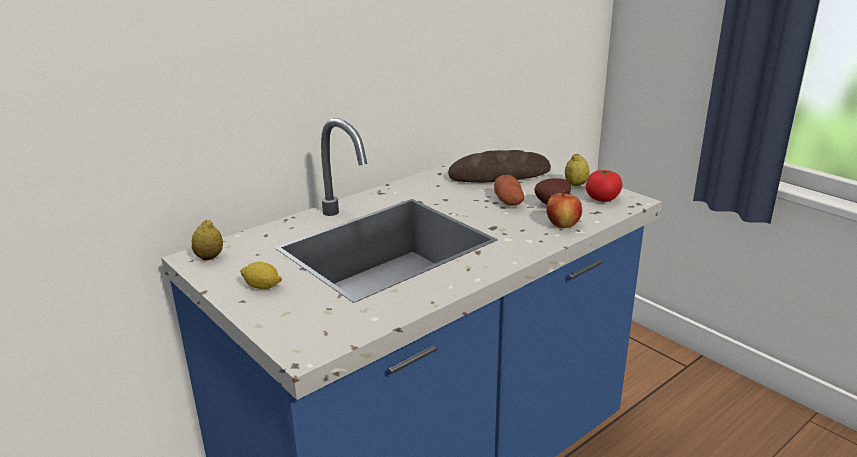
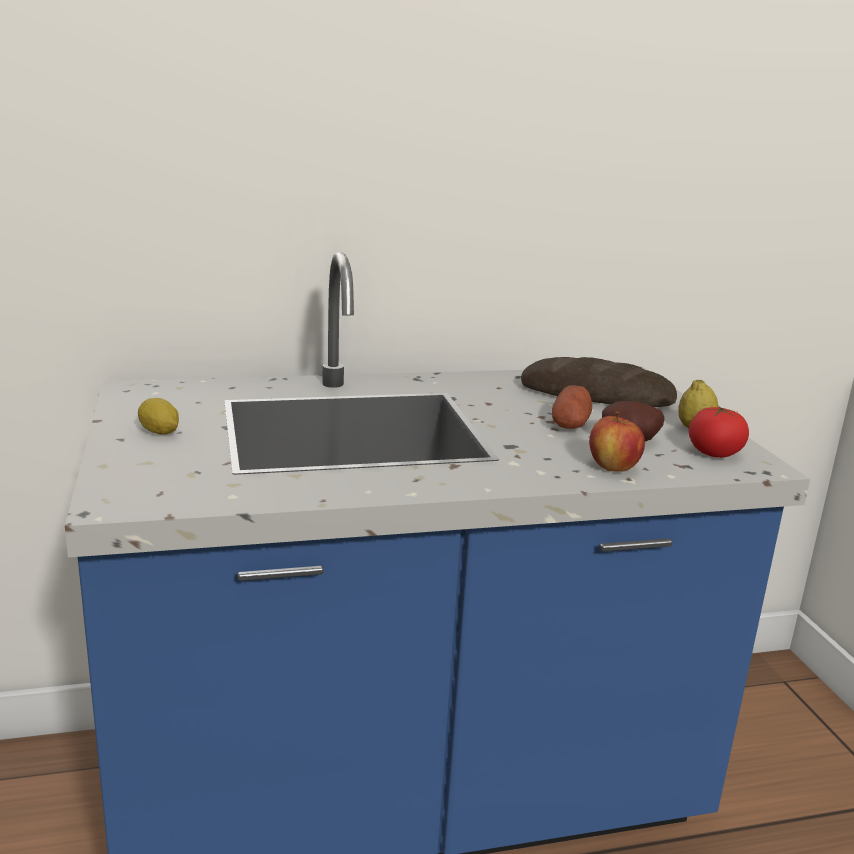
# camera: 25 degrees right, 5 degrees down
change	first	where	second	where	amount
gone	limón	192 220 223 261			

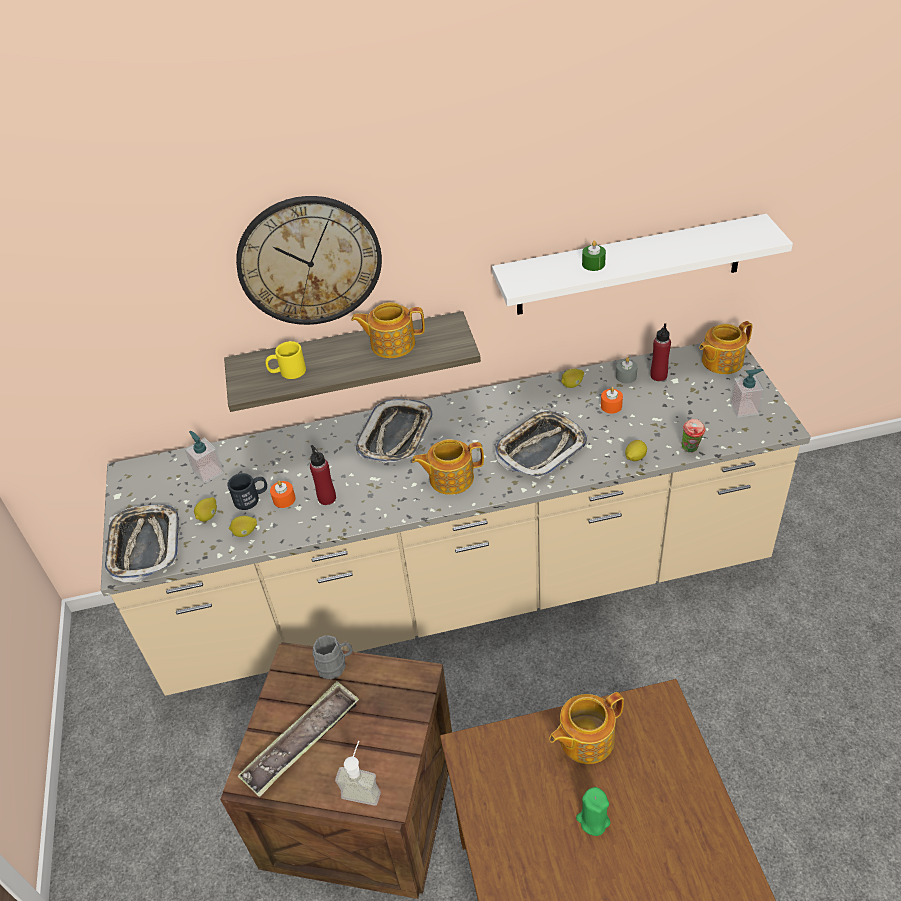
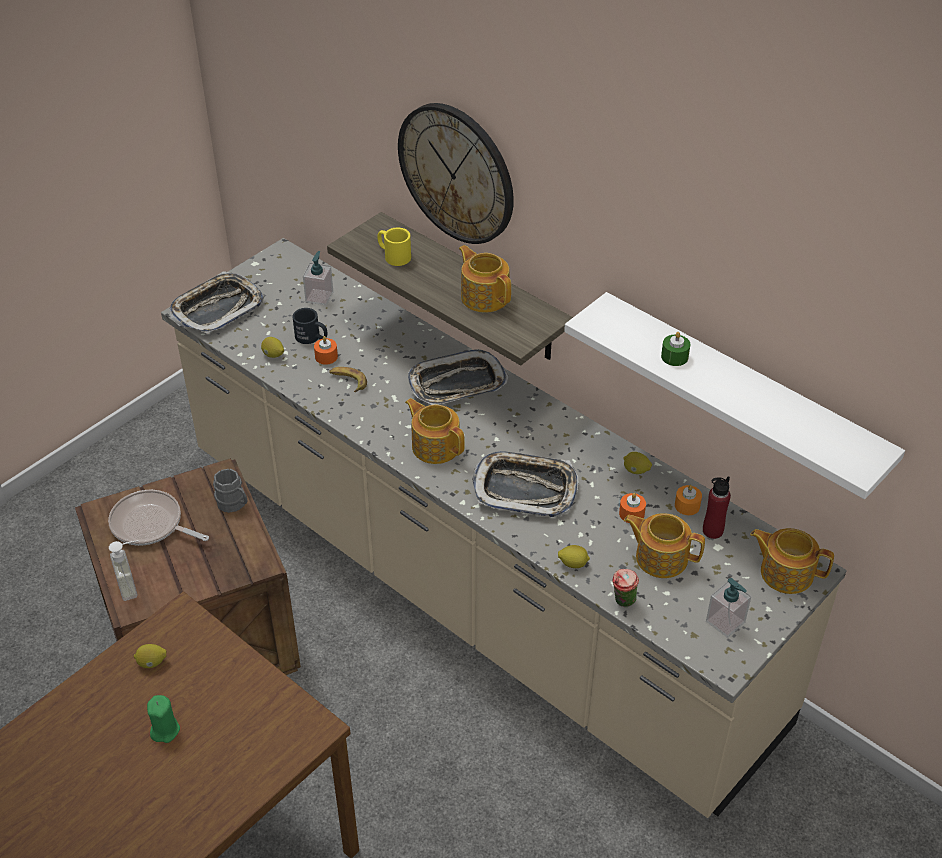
# camera: 50 degrees right, 0 degrees up
change	first	where	second	where	amount
swapped	bandeja	238 681 359 797	sartén	108 490 209 546	
shifted	limón	194 497 217 522		134 644 166 668	
swapped	botella [rojo]	310 445 336 505	plátano	329 367 367 392	
shifted	tetera	549 692 624 764		624 513 705 578	
repainted	vela [gris]	616 357 638 383	vela [naranja]	675 485 702 515	

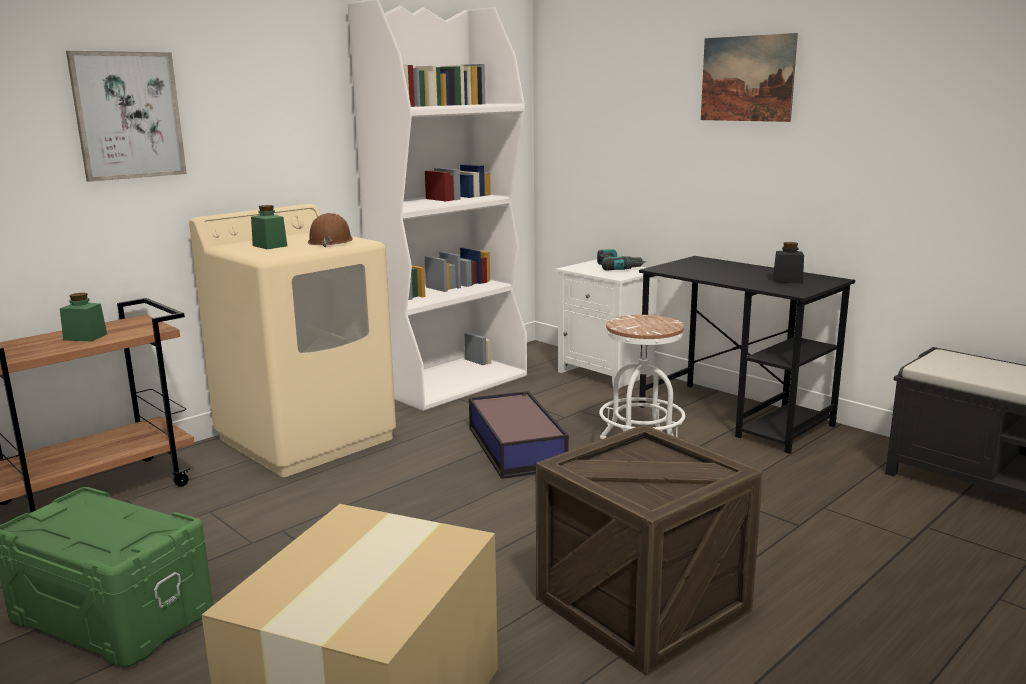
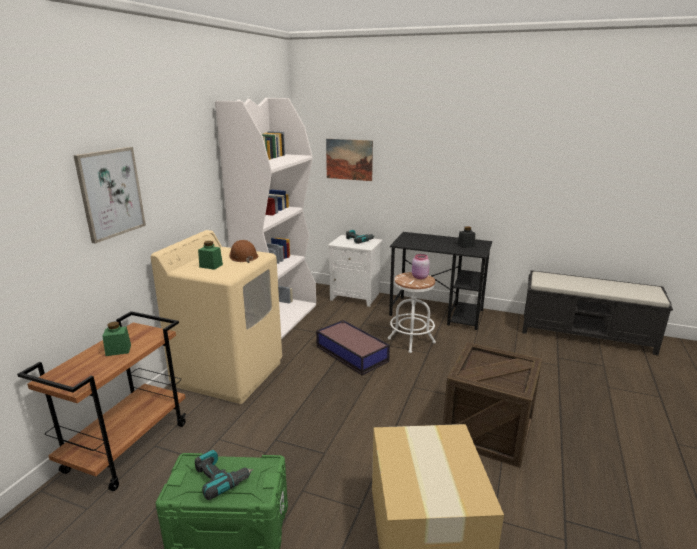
# camera: 25 degrees left, 5 degrees up
change	first	where	second	where	amount
new			taladro	195 450 253 500	
shifted	cuadro	701 33 798 122		326 139 373 181	
new			tarro [rosa]	412 254 430 279	

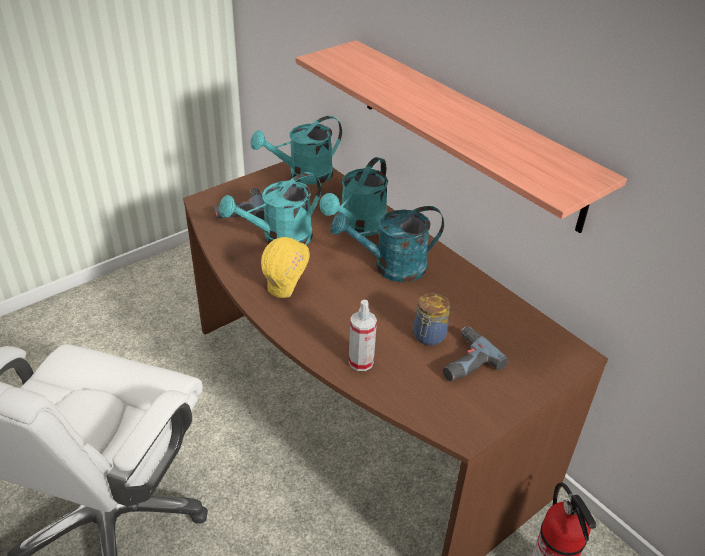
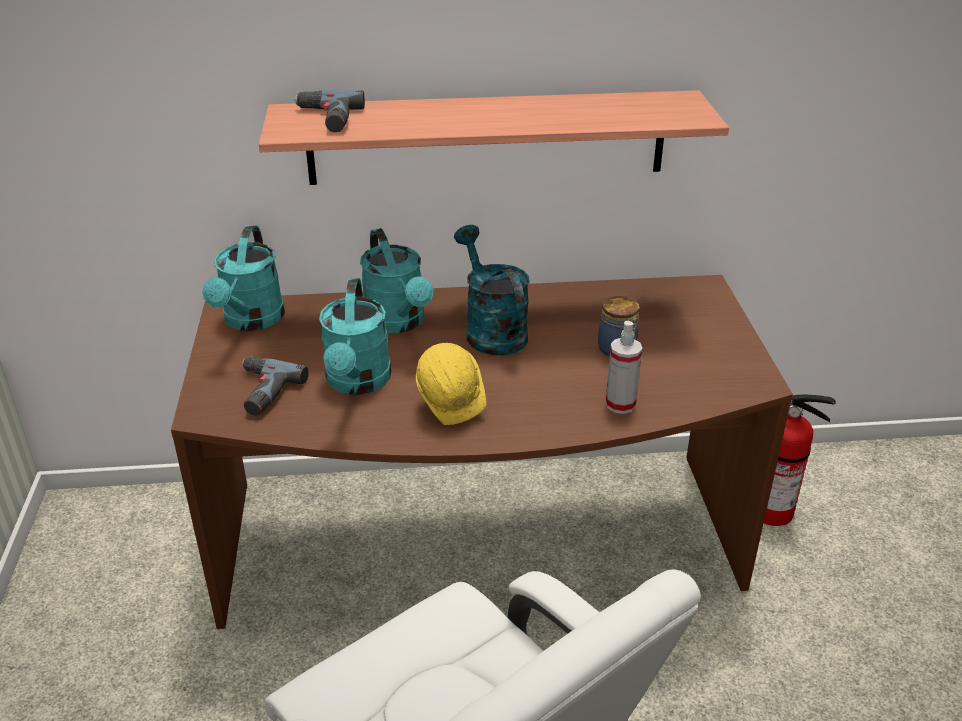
# camera: 55 degrees left, 5 degrees down
change	first	where	second	where	amount
shifted	taladro	443 327 509 382		294 90 365 132	
rotated	regadera [turquesa]	331 206 444 282		454 225 530 355	135 degrees clockwise

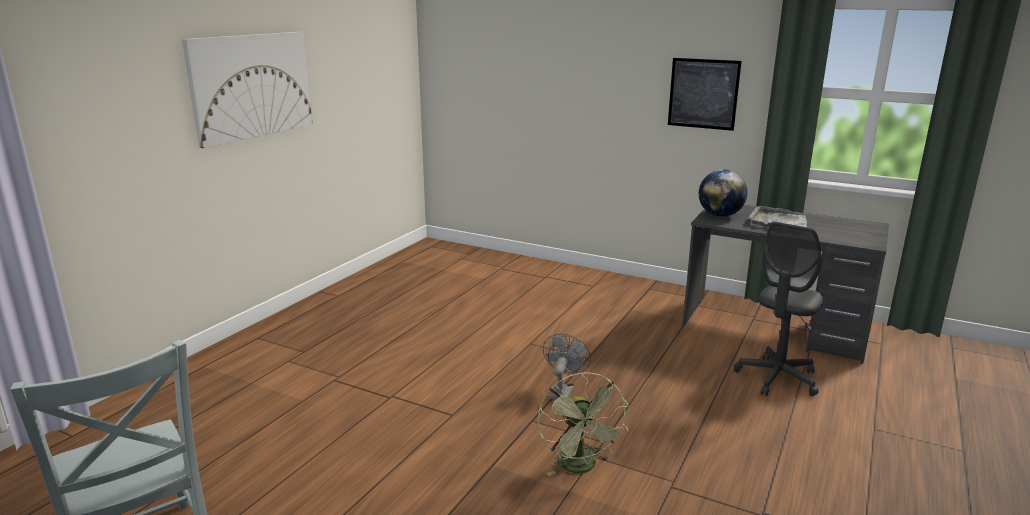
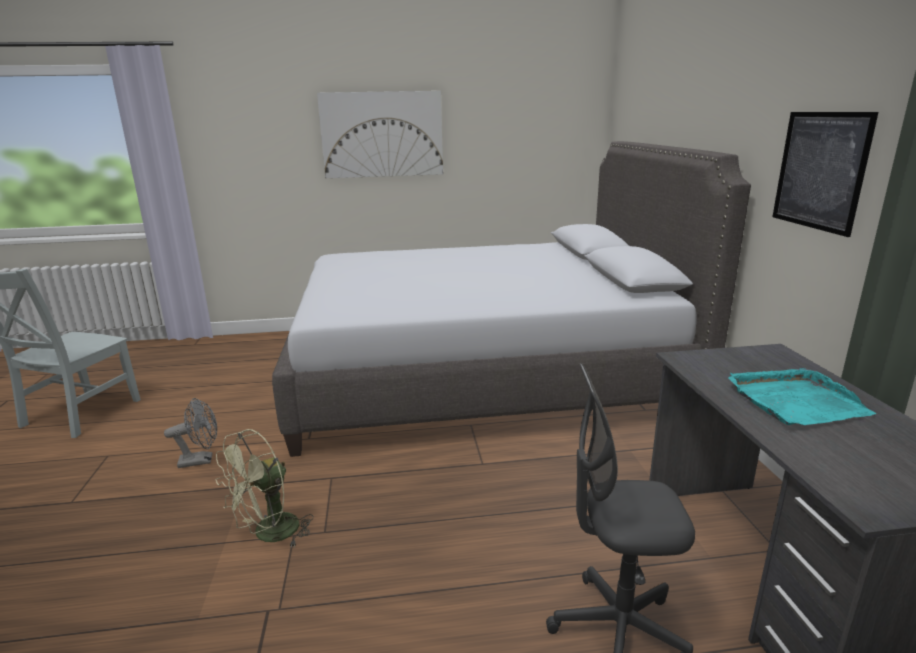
# camera: 55 degrees right, 0 degrees up
change	first	where	second	where	amount
shifted	ventilador [gris]	543 333 591 400		164 398 217 468	
new			cama [gris]	272 141 751 457	
repainted	bandeja [gris]	748 206 807 227	bandeja [turquesa]	728 368 876 425	
gone	globo terráqueo	699 169 748 217			

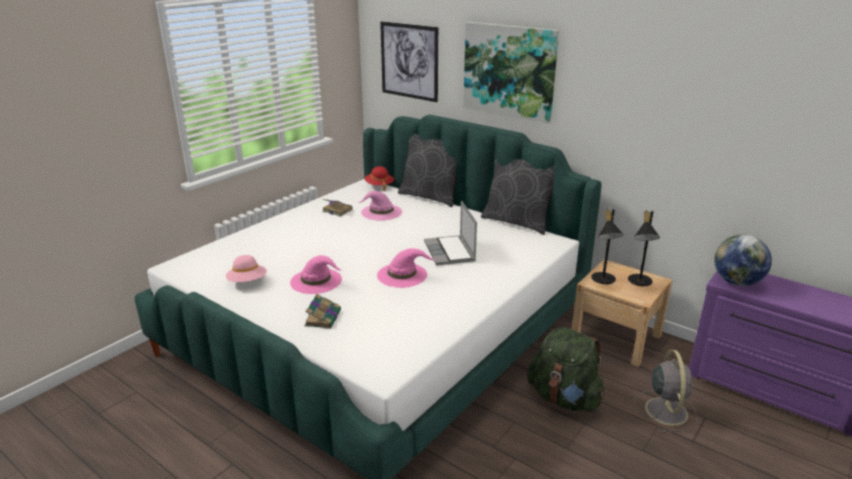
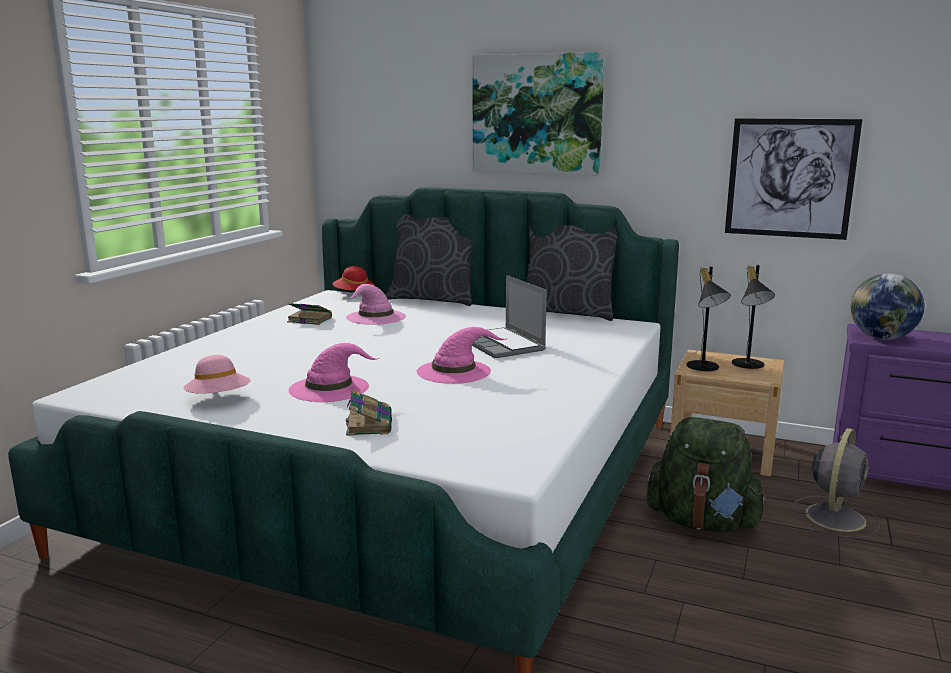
# camera: 15 degrees left, 10 degrees down
change	first	where	second	where	amount
shifted	cuadro	380 21 438 102		725 118 862 240	
rotated	ventilador [gris]	634 350 698 433		794 428 880 538	45 degrees clockwise

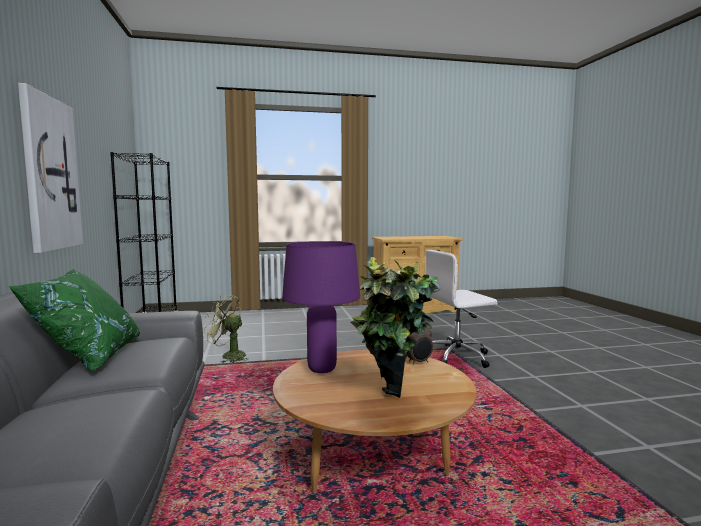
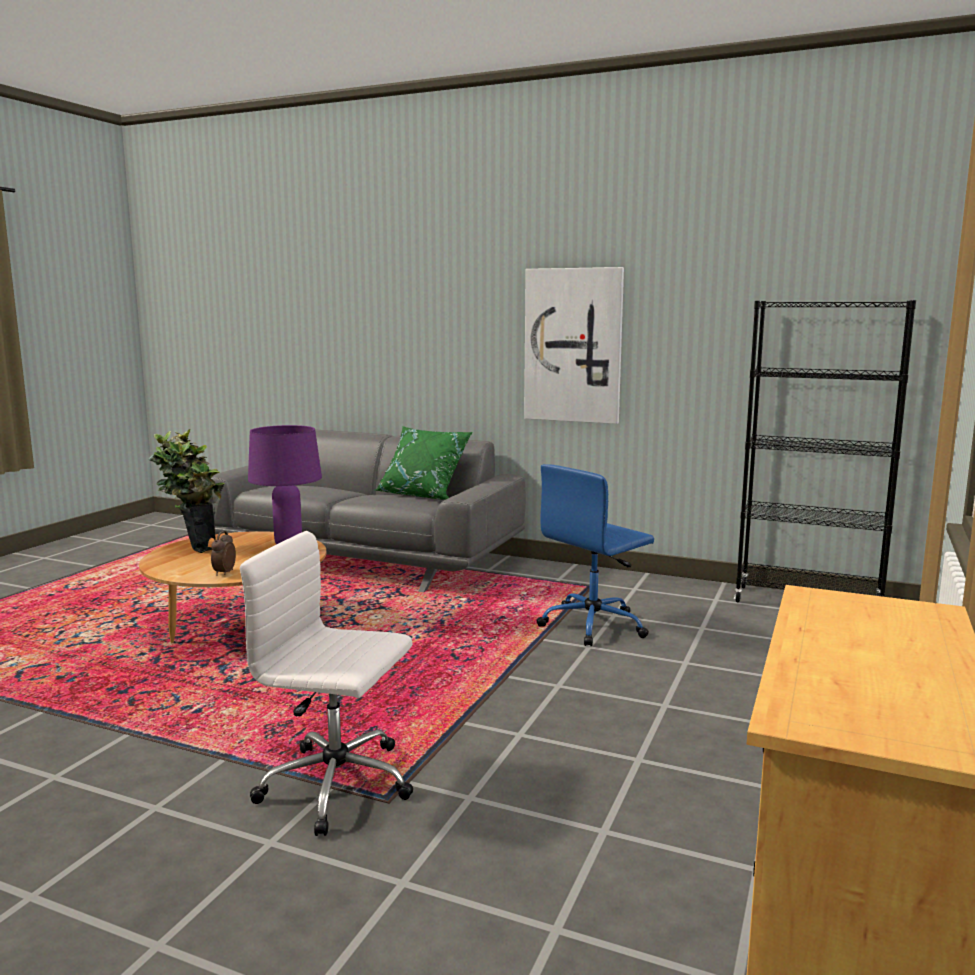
# camera: 125 degrees right, 5 degrees up
change	first	where	second	where	amount
rotated	silla de oficina [blanco]	425 250 498 368		240 531 413 836	90 degrees counterclockwise
swapped	ventilador [verde]	203 294 248 363	silla de oficina [azul]	536 464 654 646	

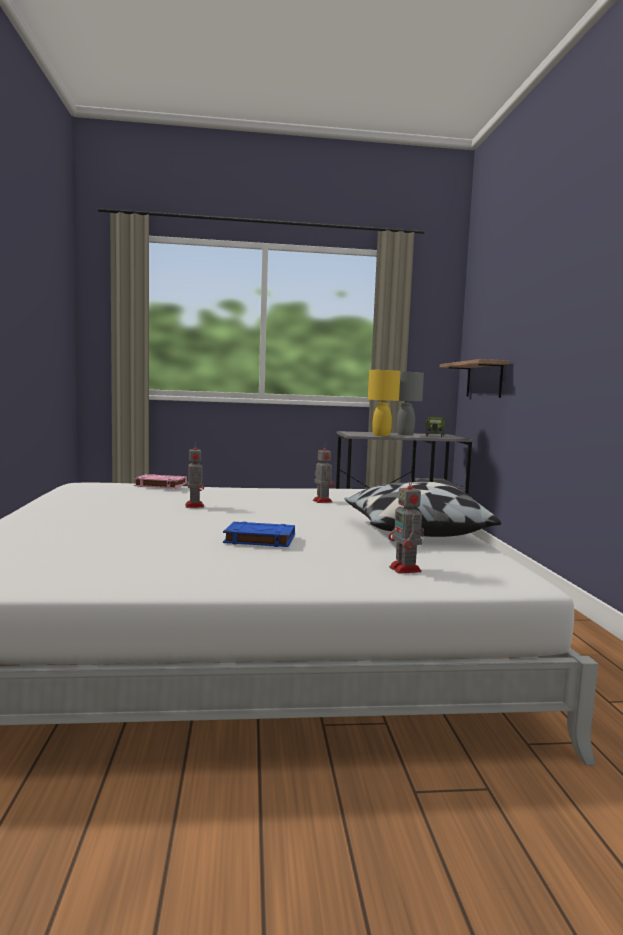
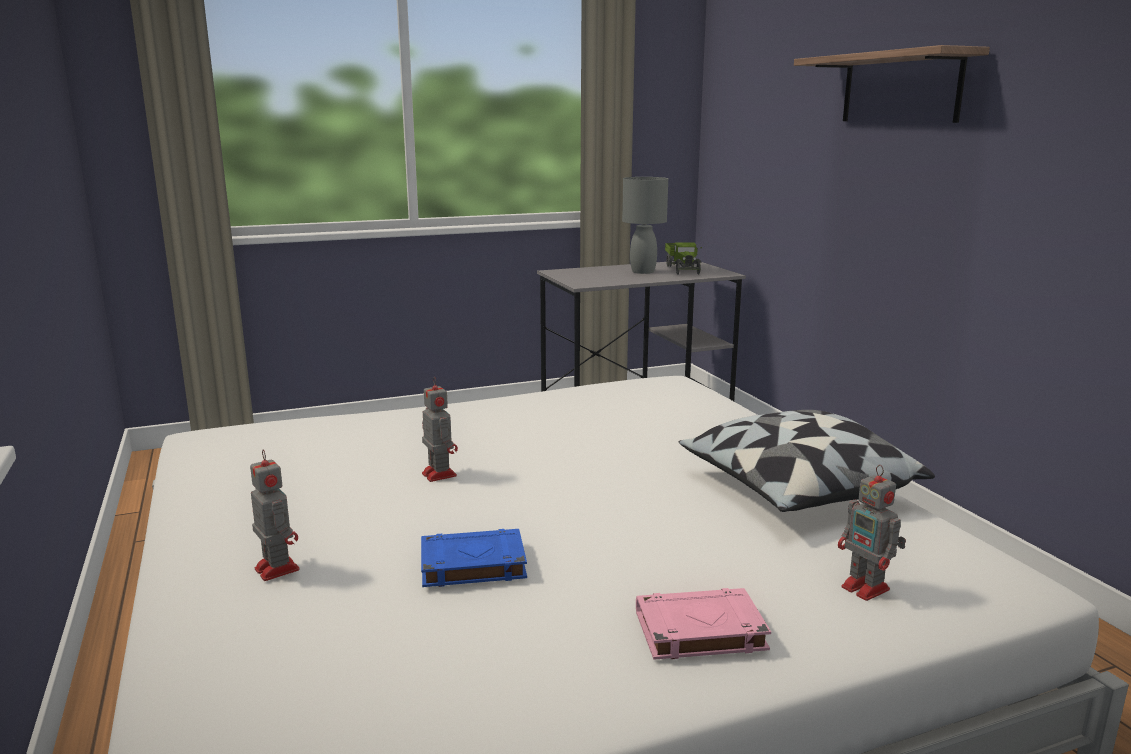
# camera: 15 degrees left, 10 degrees up
change	first	where	second	where	amount
shifted	robot de juguete	313 445 335 503		250 449 300 581	
shifted	libro [azul]	223 522 295 547		421 529 527 587	
shifted	libro [rosa]	134 474 187 489		636 588 771 660	
shifted	estante	440 359 510 398		794 45 990 123	
gone	lámpara de mesa [amarillo]	368 370 401 436			

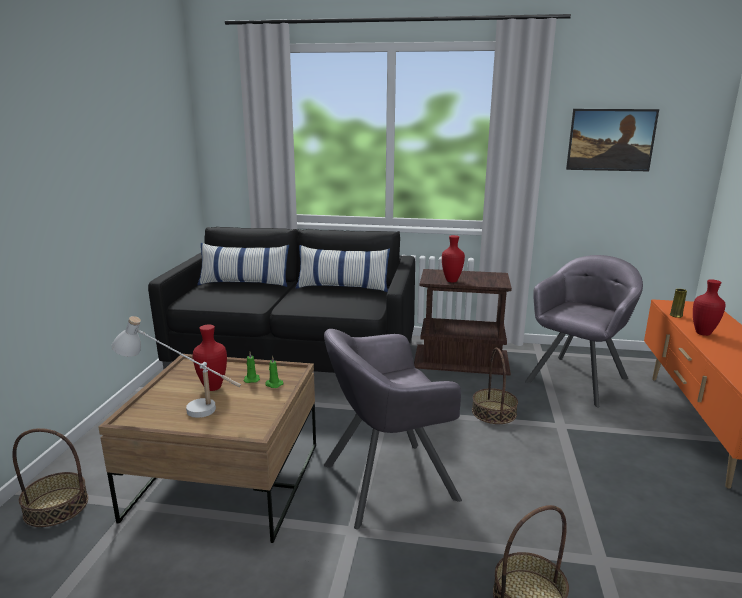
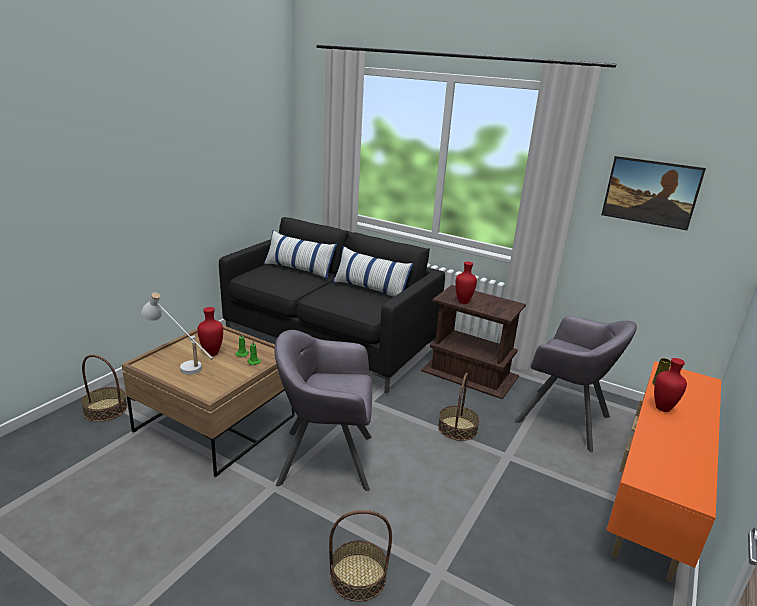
# camera: 20 degrees right, 5 degrees up
change	first	where	second	where	amount
rotated	sillón [gris]	525 255 643 407		514 316 637 452	60 degrees clockwise

